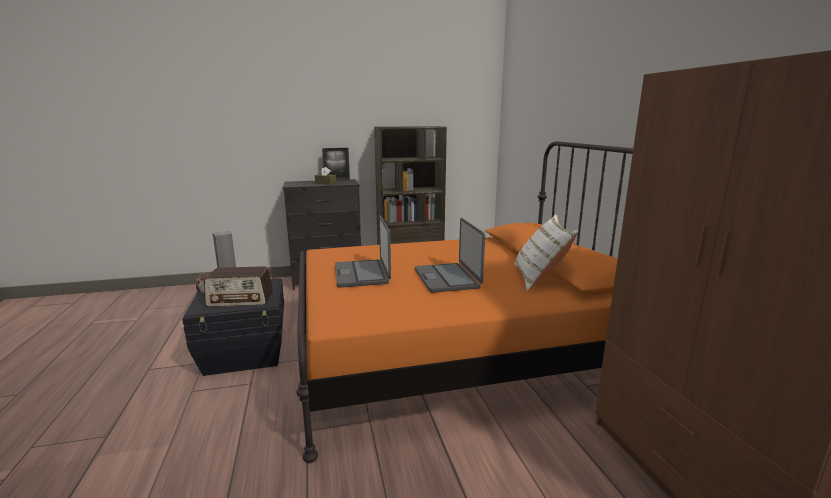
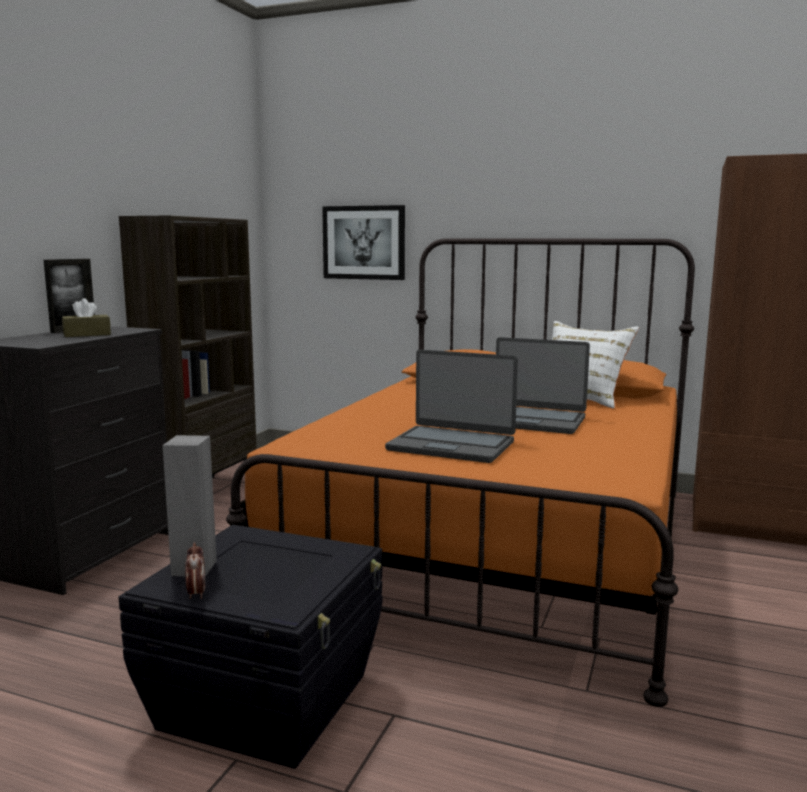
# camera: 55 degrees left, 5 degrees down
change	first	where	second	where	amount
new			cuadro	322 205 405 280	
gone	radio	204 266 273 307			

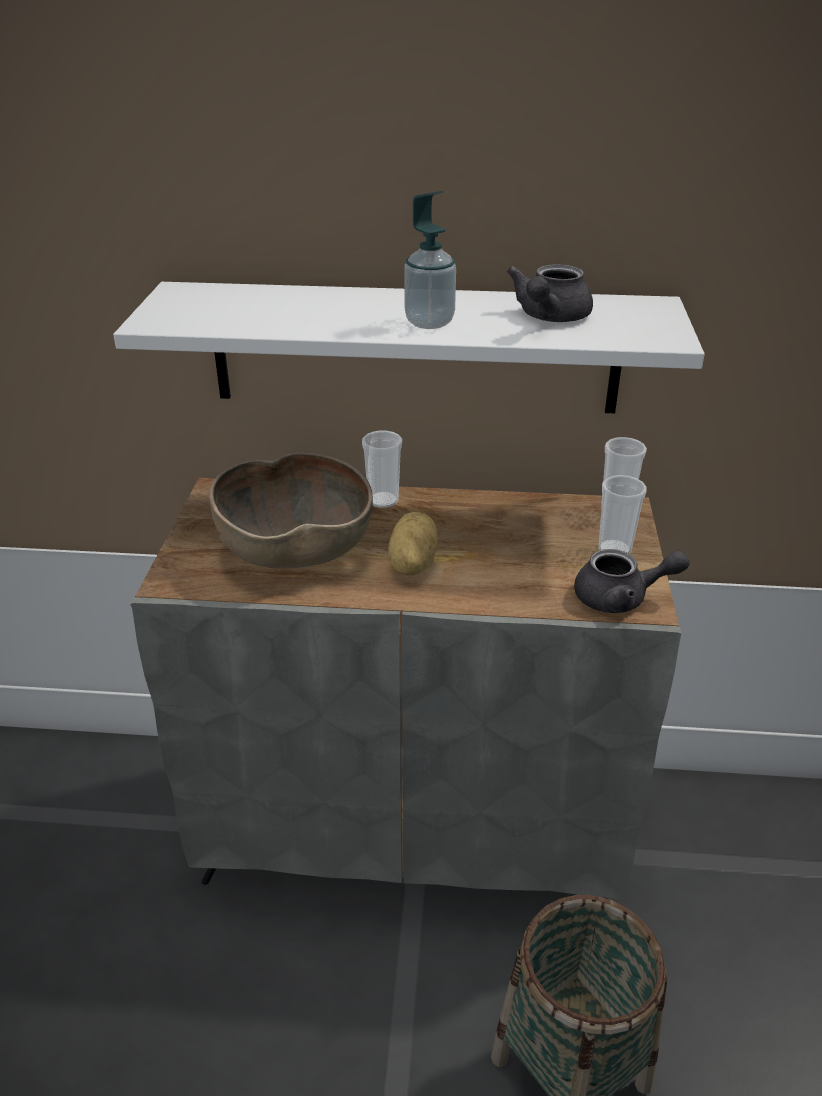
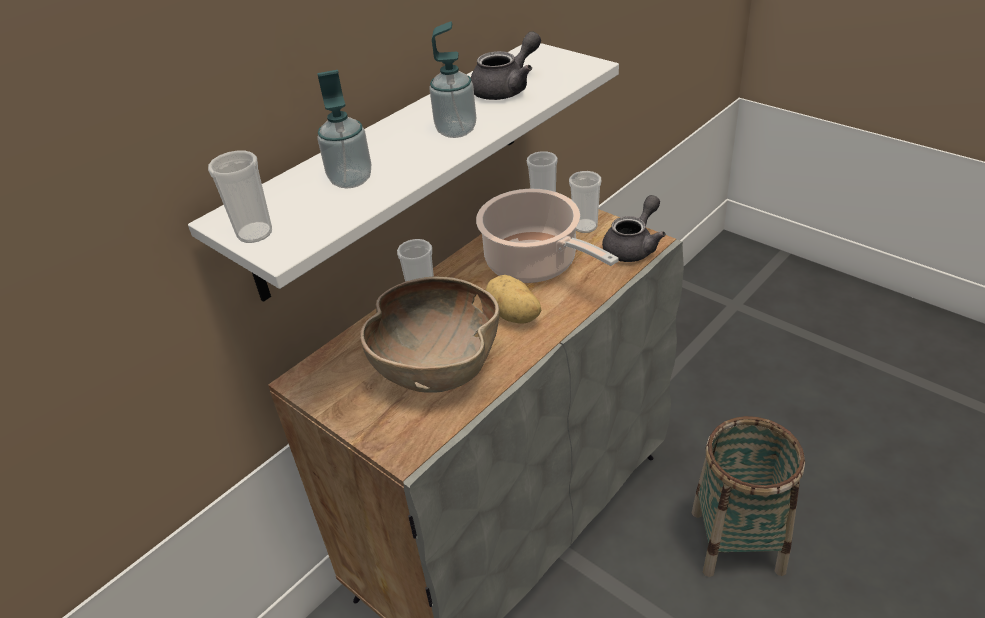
# camera: 50 degrees left, 5 degrees up
change	first	where	second	where	amount
new			taza	208 151 272 243	
new			dispensador de jabón	317 70 371 189	
rotated	tetera [gris]	507 264 593 322		471 31 541 100	105 degrees counterclockwise
new			olla	476 189 619 283	

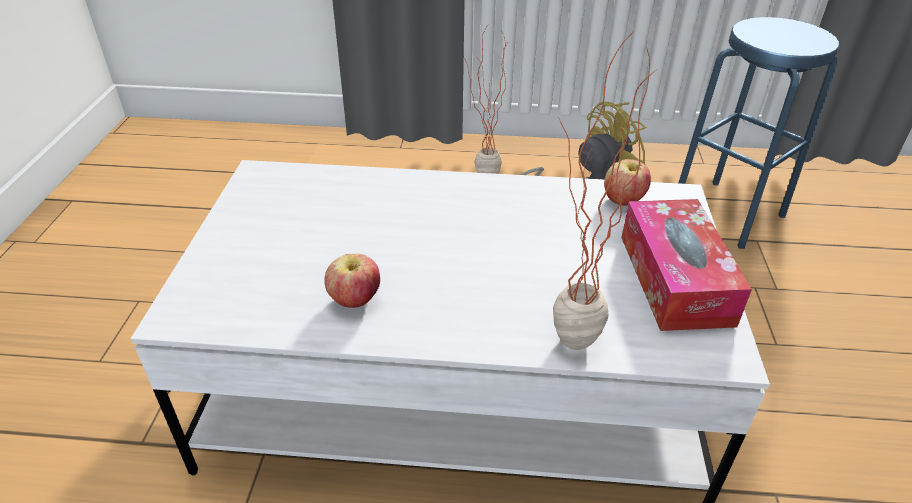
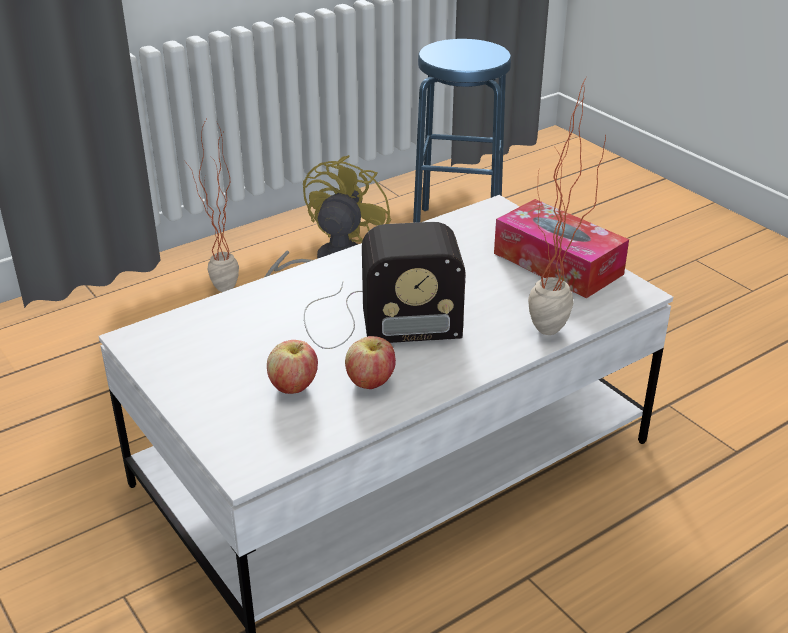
# camera: 40 degrees left, 5 degrees down
change	first	where	second	where	amount
shifted	manzana	604 159 651 206		267 340 318 394	
new			radio	304 222 466 349	

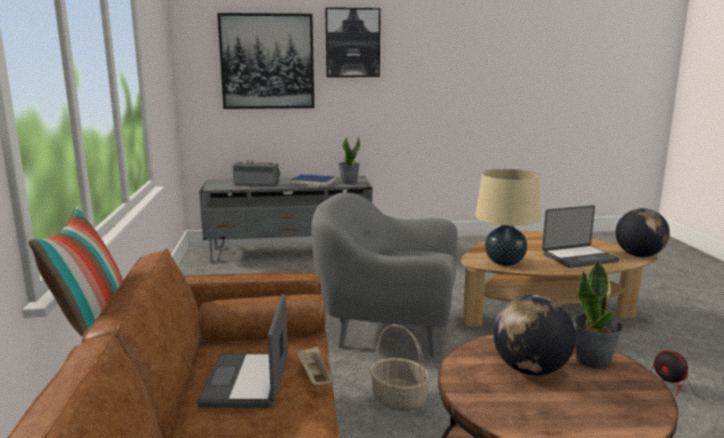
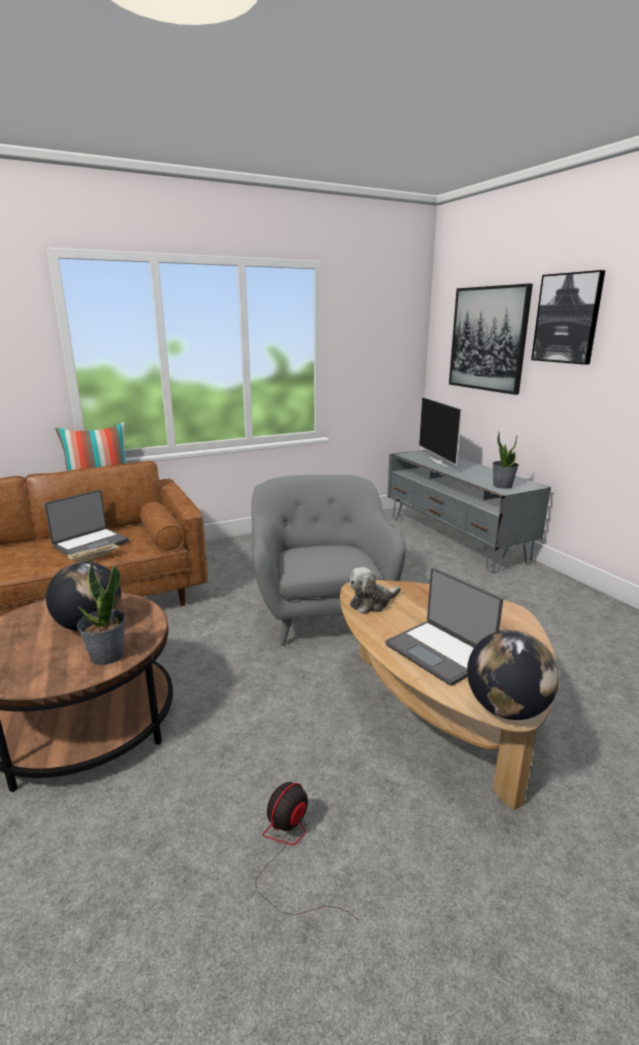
# camera: 70 degrees right, 5 degrees up
change	first	where	second	where	amount
rotated	portátil	197 294 288 408		44 490 129 555	150 degrees clockwise
swapped	lámpara de mesa [beis]	475 169 541 266	peluche	349 567 401 614	
swapped	radio	233 160 281 186	televisor	419 396 462 468	
gone	libro [azul]	290 174 337 187			
gone	cesta	370 325 430 411			

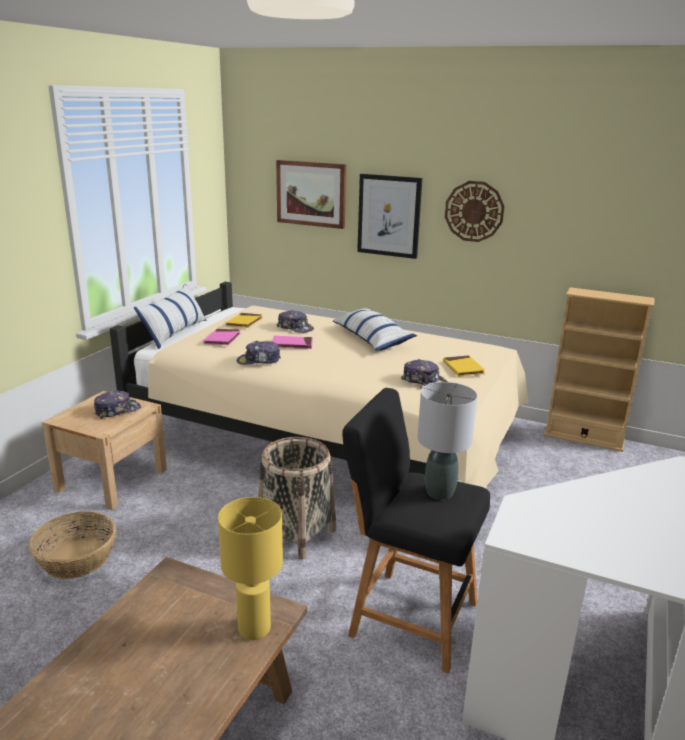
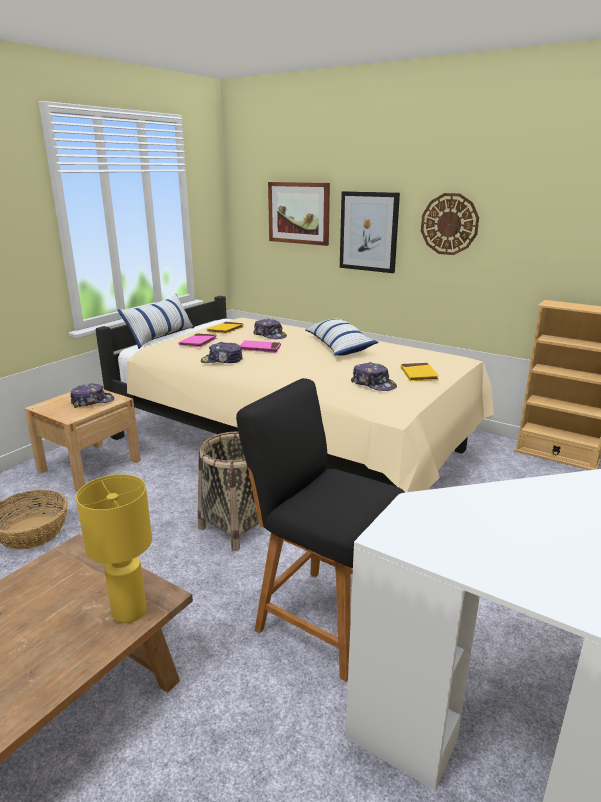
# camera: 10 degrees right, 0 degrees up
change	first	where	second	where	amount
gone	lámpara de mesa [gris]	418 382 477 500			

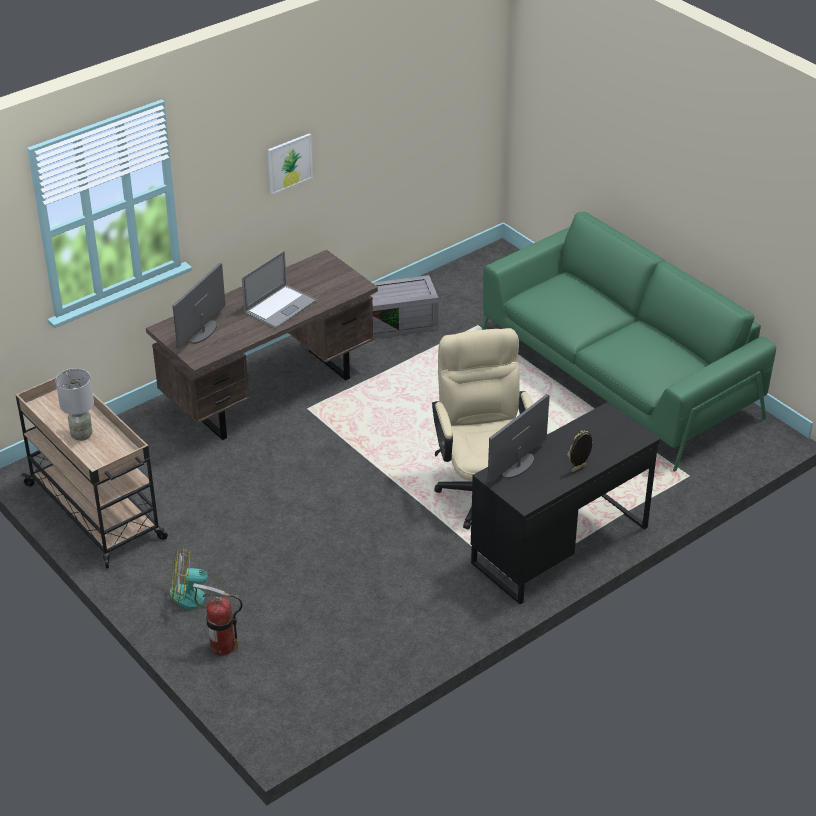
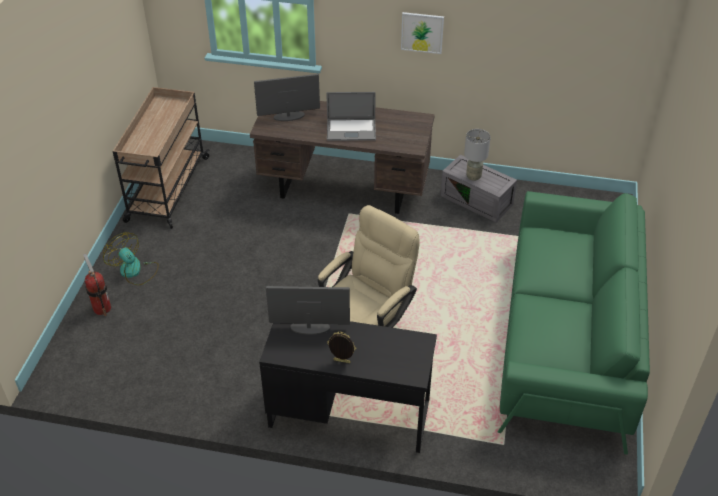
# camera: 50 degrees right, 5 degrees up
change	first	where	second	where	amount
shifted	lámpara de mesa [gris]	56 368 94 441		464 129 491 181	

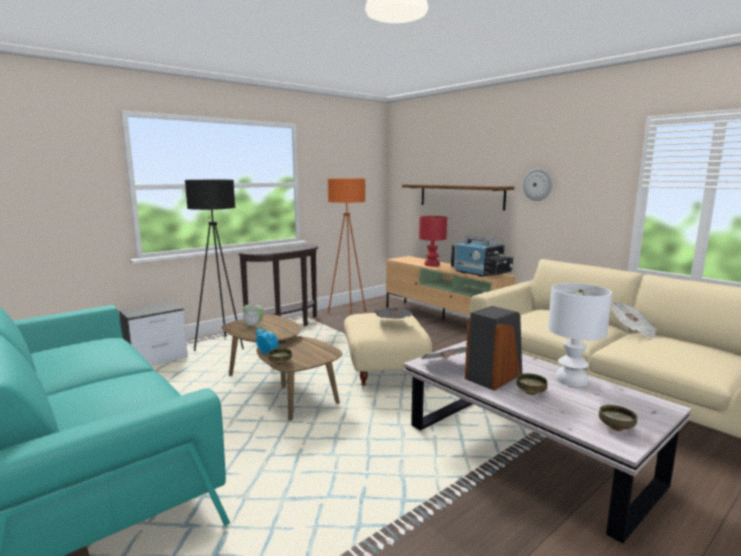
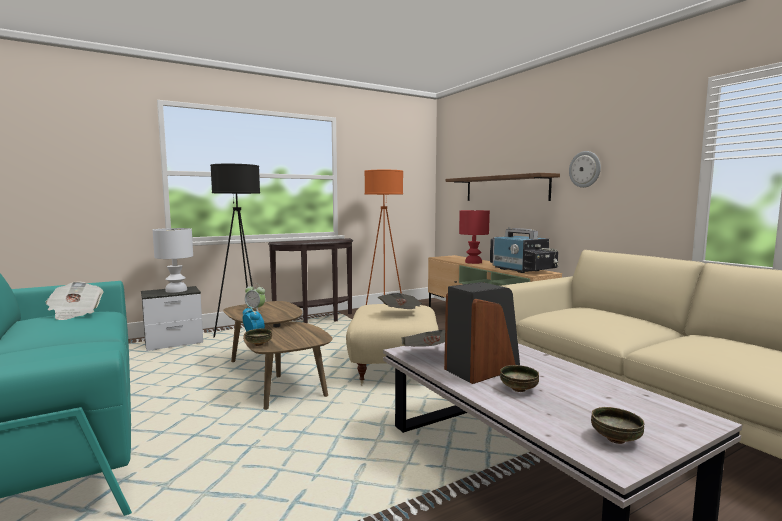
# camera: 10 degrees right, 5 degrees down
change	first	where	second	where	amount
shifted	periódico	611 301 658 339		46 281 103 320	
shifted	lámpara de mesa [blanco]	548 283 612 387		153 228 193 293	

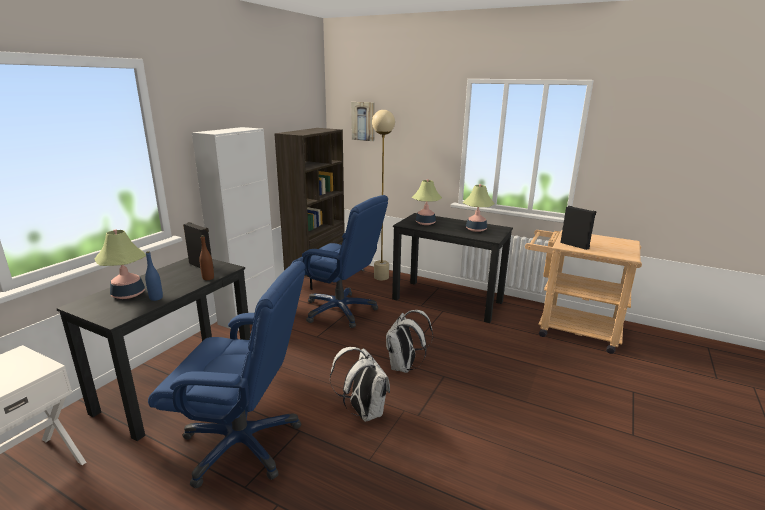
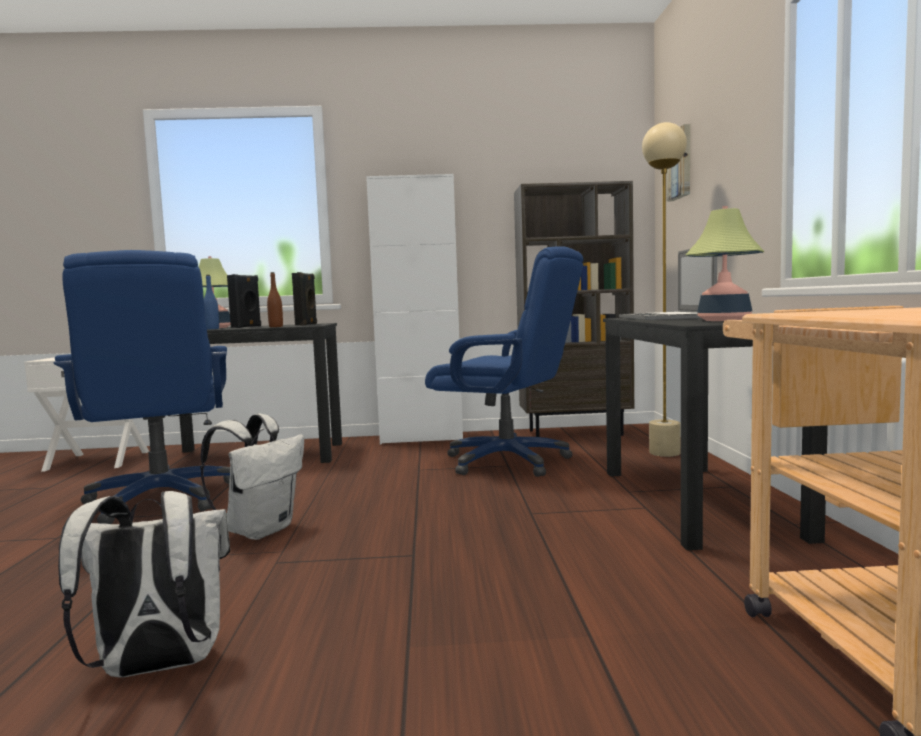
# camera: 60 degrees right, 15 degrees down
change	first	where	second	where	amount
shifted	mochila [blanco]	386 310 433 373		58 491 230 678	
shifted	altavoz [negro]	560 206 596 250		227 274 261 328	
rotated	silla de oficina [azul]	291 195 388 328		425 246 584 477	60 degrees counterclockwise
swapped	lámpara de mesa	412 179 442 225	portátil	619 249 717 320	

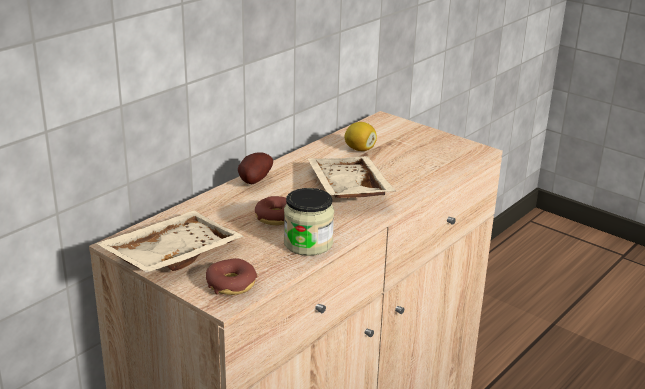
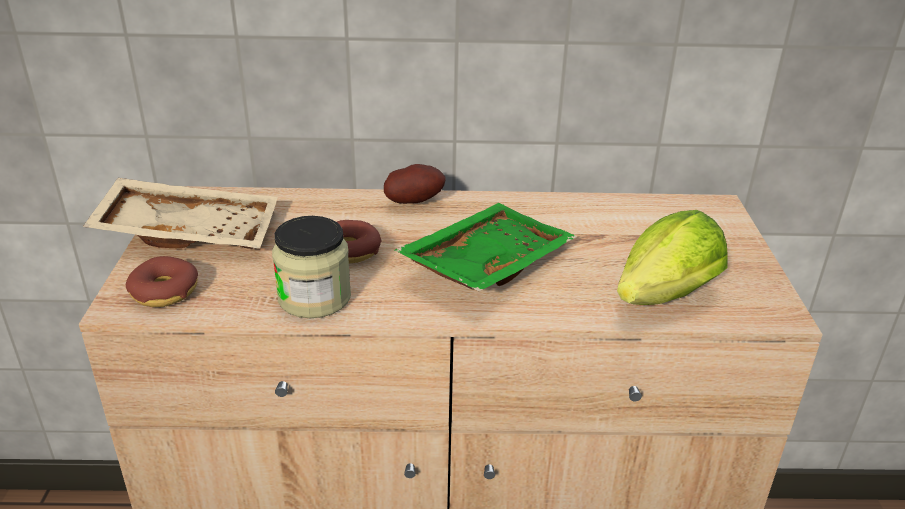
# camera: 50 degrees right, 5 degrees up
change	first	where	second	where	amount
repainted	bandeja [beis]	307 156 396 198	bandeja [verde]	394 203 577 291	
new			lechuga	617 210 728 305	
gone	limón	344 122 377 151			

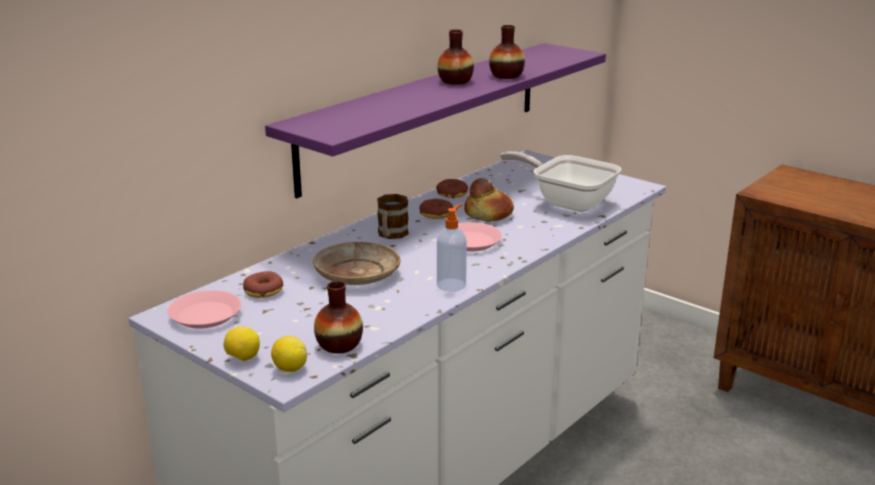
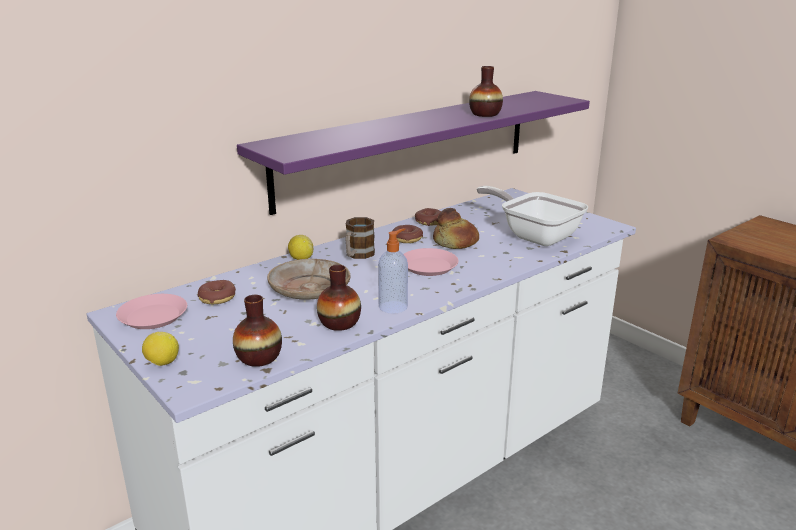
# camera: 10 degrees right, 0 degrees up
change	first	where	second	where	amount
shifted	limón	271 336 307 372		288 235 313 260	
shifted	florero	437 29 474 85		317 265 361 331	

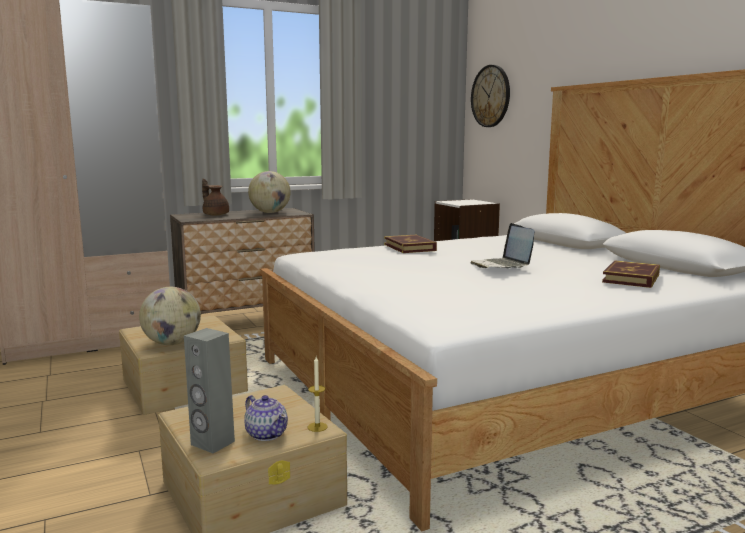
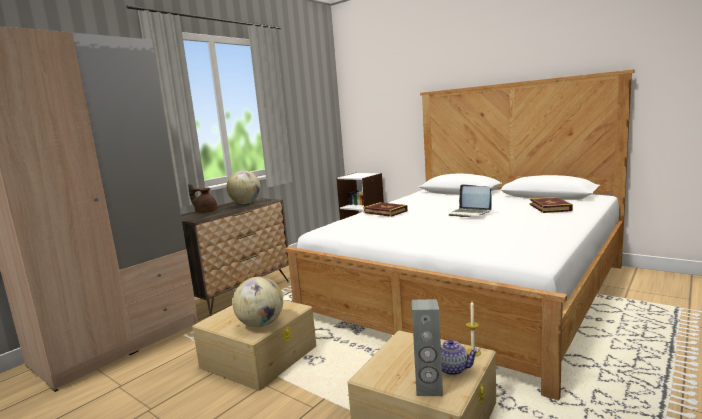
# camera: 25 degrees left, 0 degrees up
change	first	where	second	where	amount
gone	reloj de pared	471 65 510 127			

